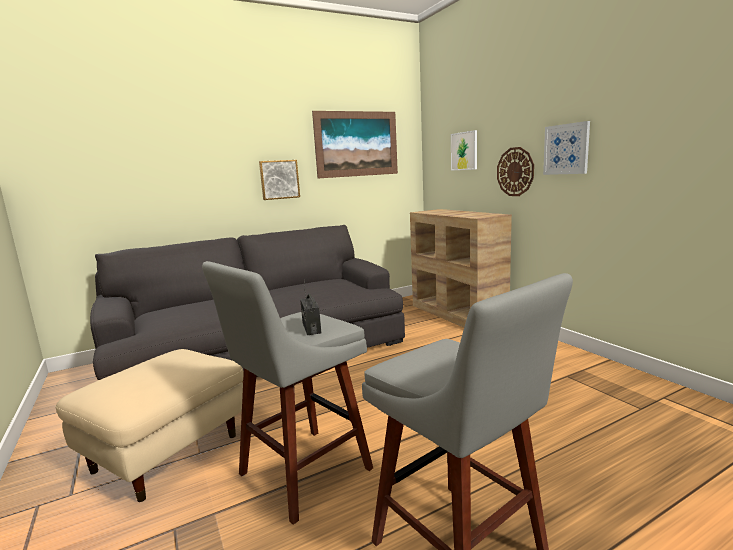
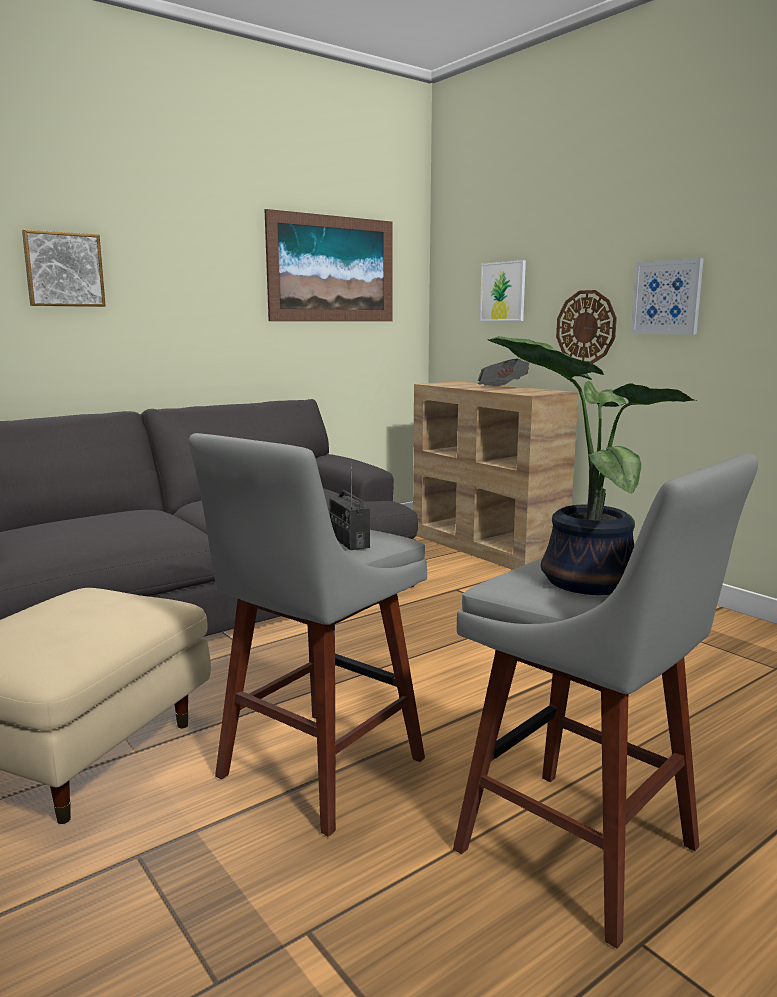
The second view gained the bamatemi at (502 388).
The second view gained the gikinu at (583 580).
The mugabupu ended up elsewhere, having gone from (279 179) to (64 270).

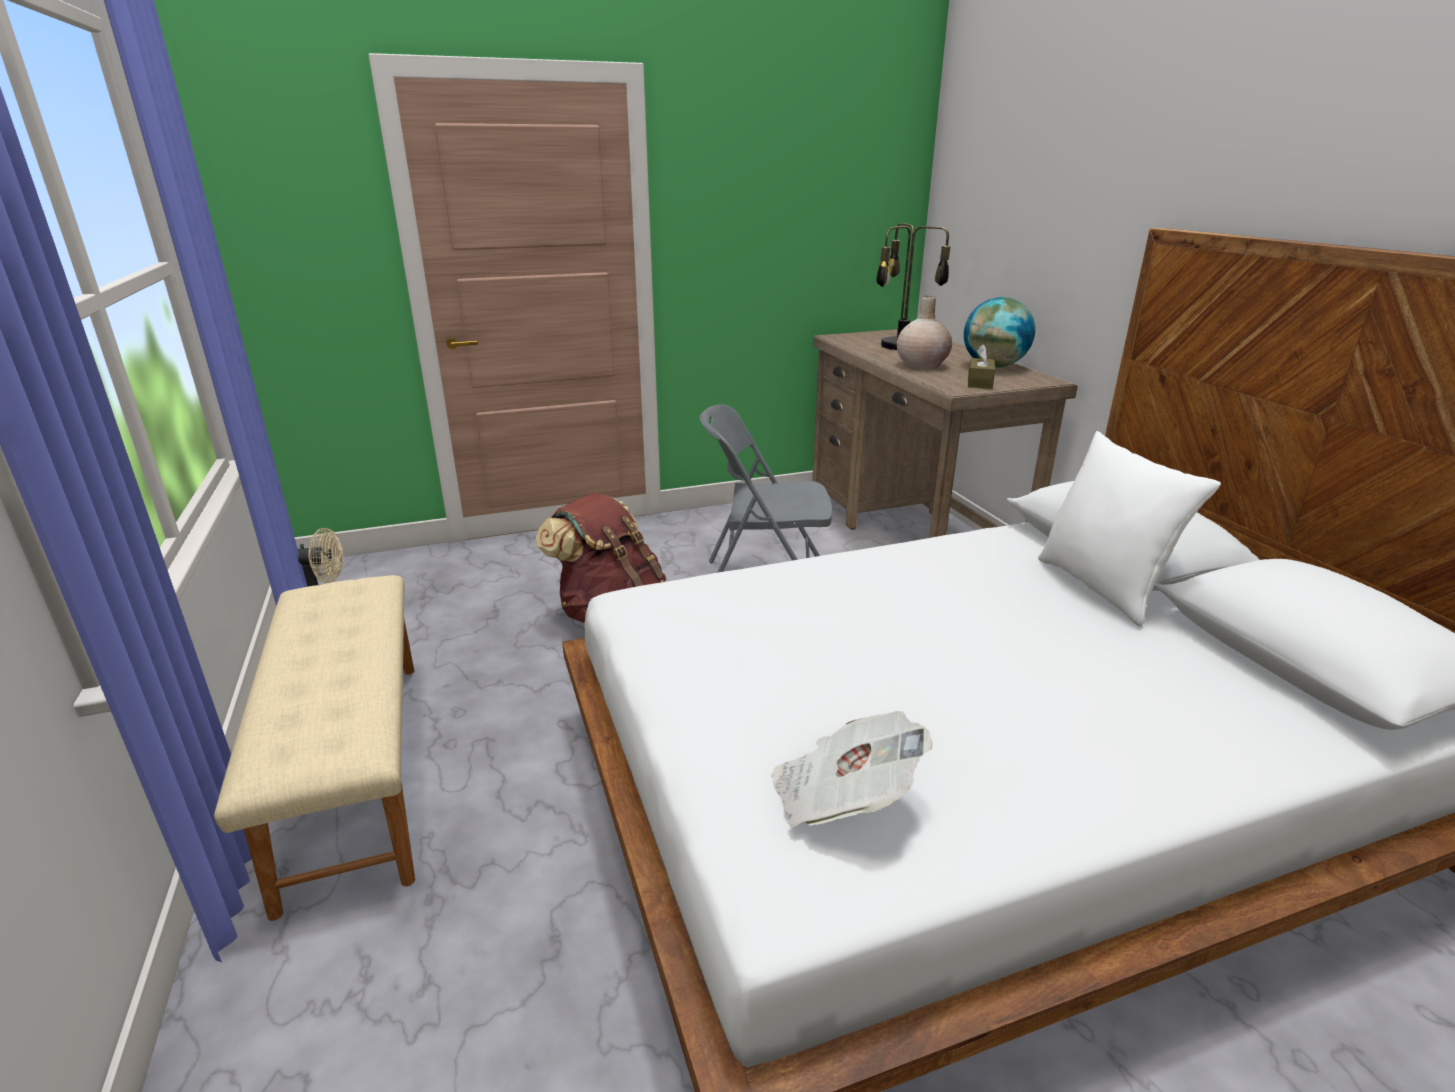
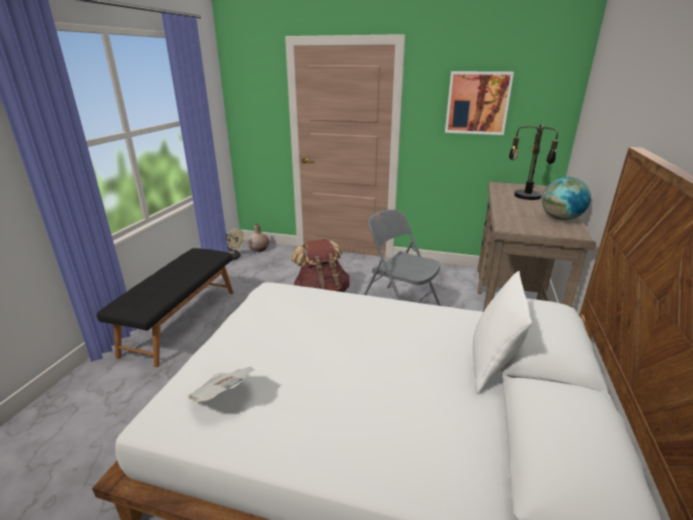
The second view lost the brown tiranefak at (980 382).
The second view gained the mugabupu at (477 103).
The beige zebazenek ended up elsewhere, having gone from (921 365) to (259 249).
What was the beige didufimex at (352 770) turned into the black didufimex at (181 321).

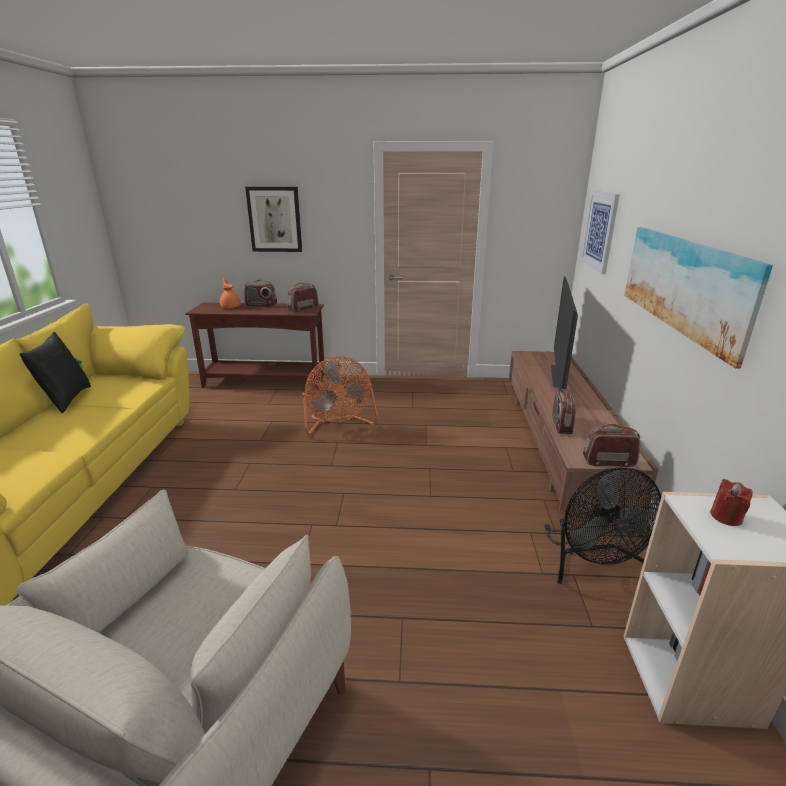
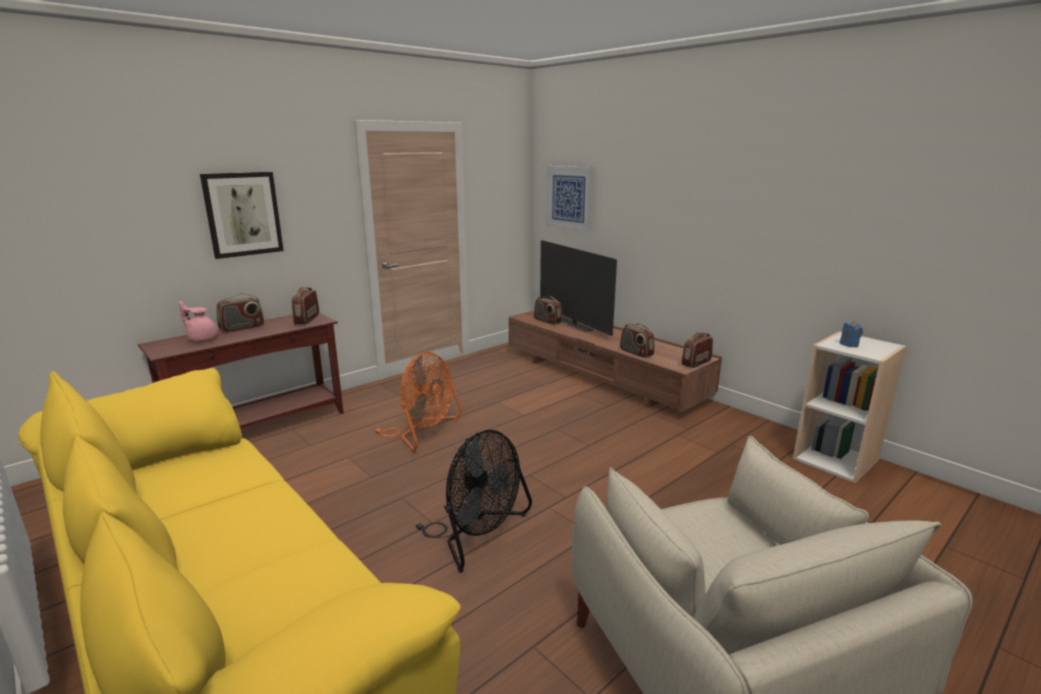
The second view lost the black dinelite at (67 400).
The second view lost the mugabupu at (685 284).
The second view gained the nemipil at (547 321).
The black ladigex ended up elsewhere, having gone from (592 561) to (475 535).
What was the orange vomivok at (231 307) turned into the pink vomivok at (202 338).
What was the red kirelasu at (726 517) turned into the blue kirelasu at (849 344).

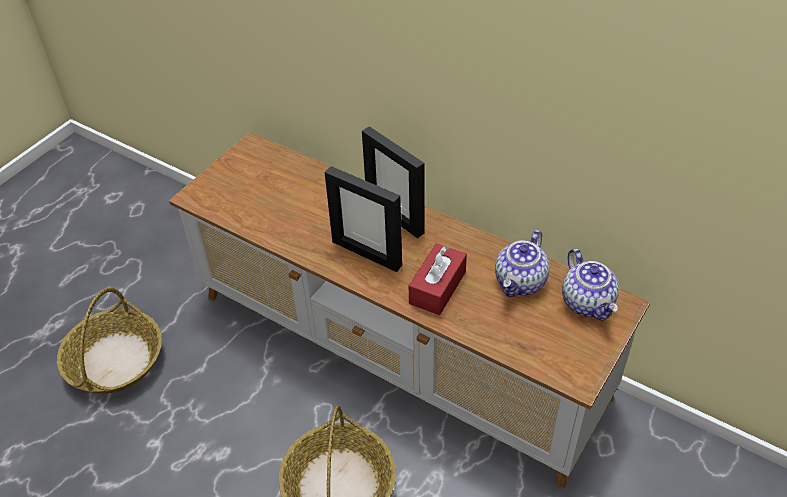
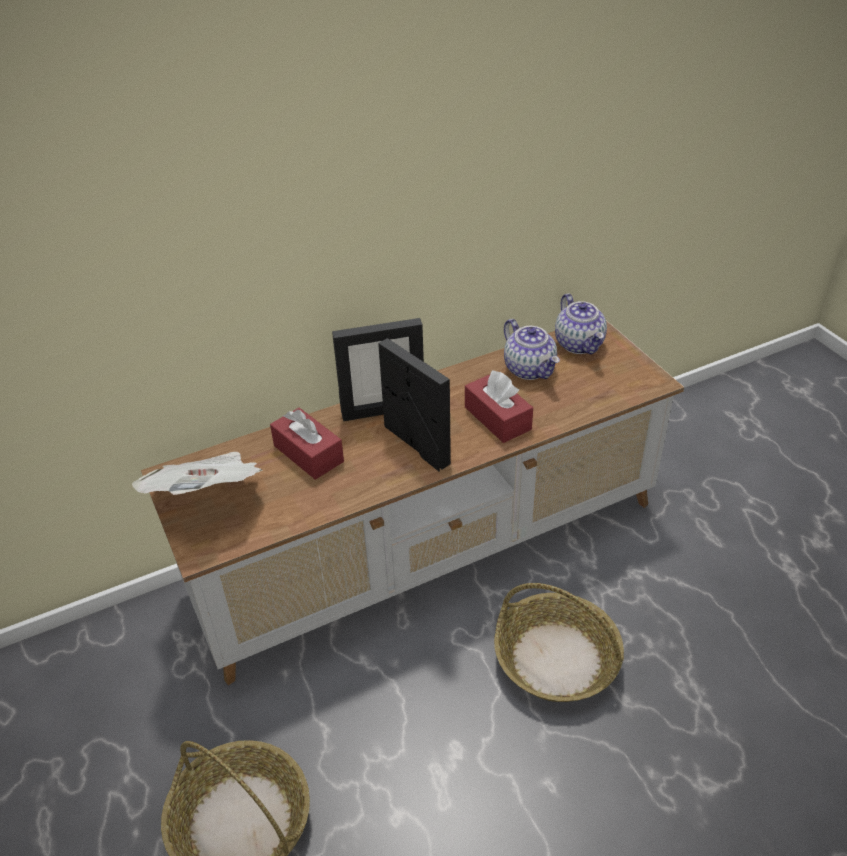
The second view gained the bamatemi at (208 496).
The second view gained the red tiranefak at (308 453).
The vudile at (367 252) ended up facing another way, 105 degrees counterclockwise from before.
The vomivok at (588 303) ended up facing another way, 60 degrees clockwise from before.

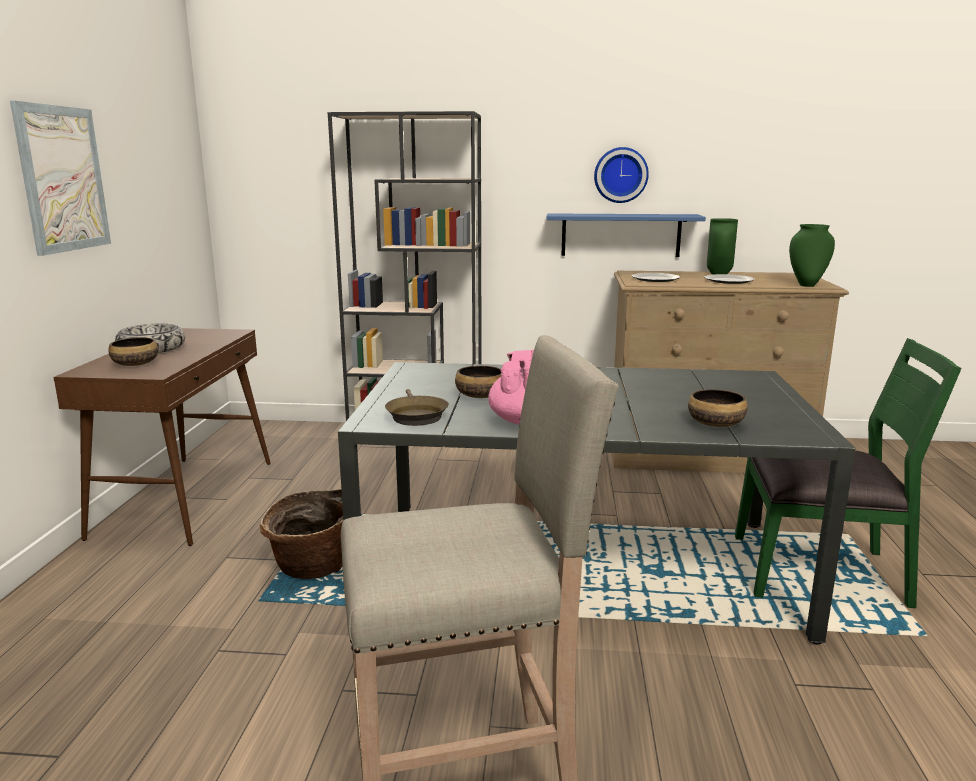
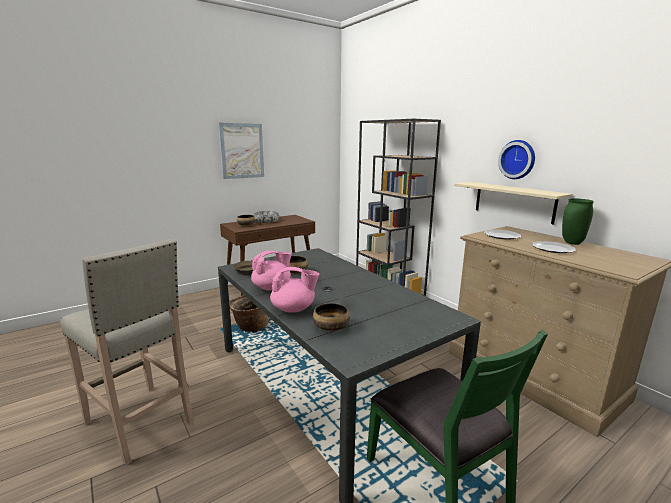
The second view lost the green zebazenek at (807 285).
The second view gained the pink vomivok at (294 309).
What was the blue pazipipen at (620 235) turned into the beige pazipipen at (513 202).

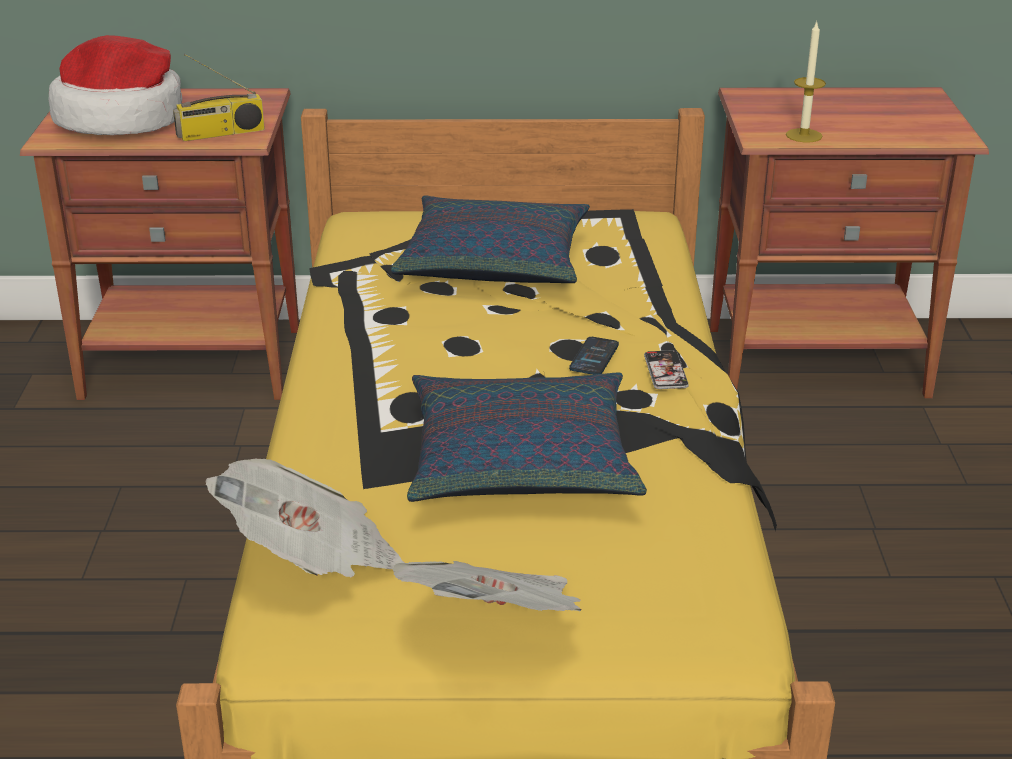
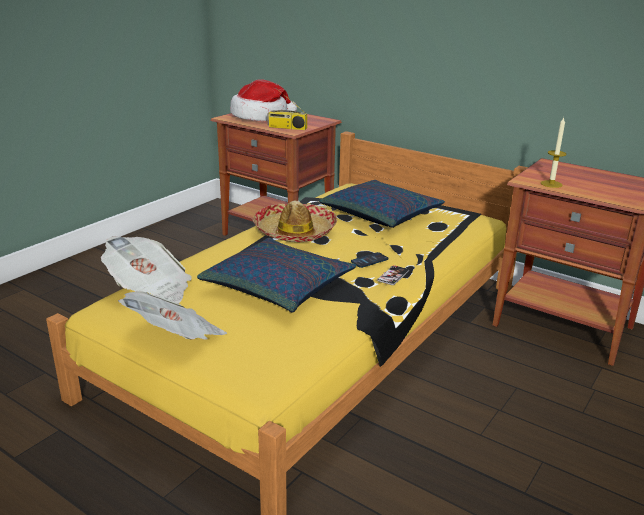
The second view gained the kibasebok at (295 232).

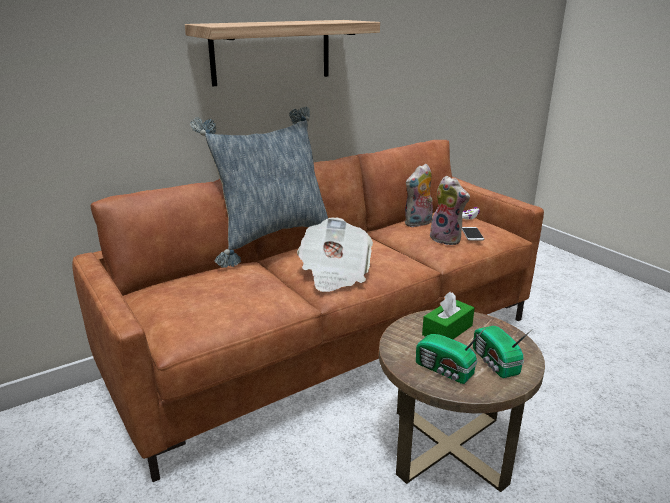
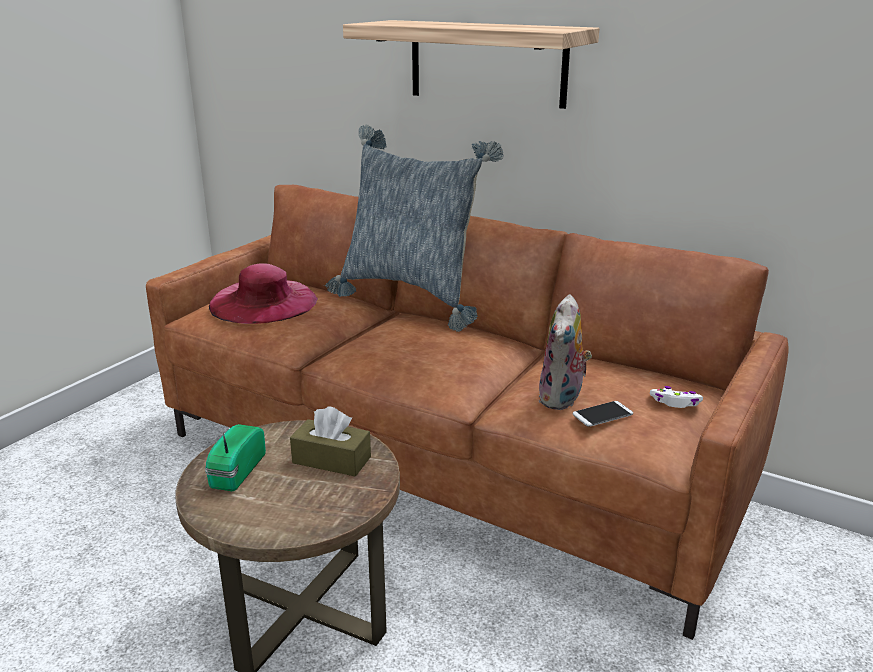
The second view lost the bamatemi at (334 273).
The second view lost the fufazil at (418 224).
The second view lost the nemipil at (495 363).
The second view gained the pink kibasebok at (263 301).
What was the green tiranefak at (447 330) turned into the brown tiranefak at (331 460).

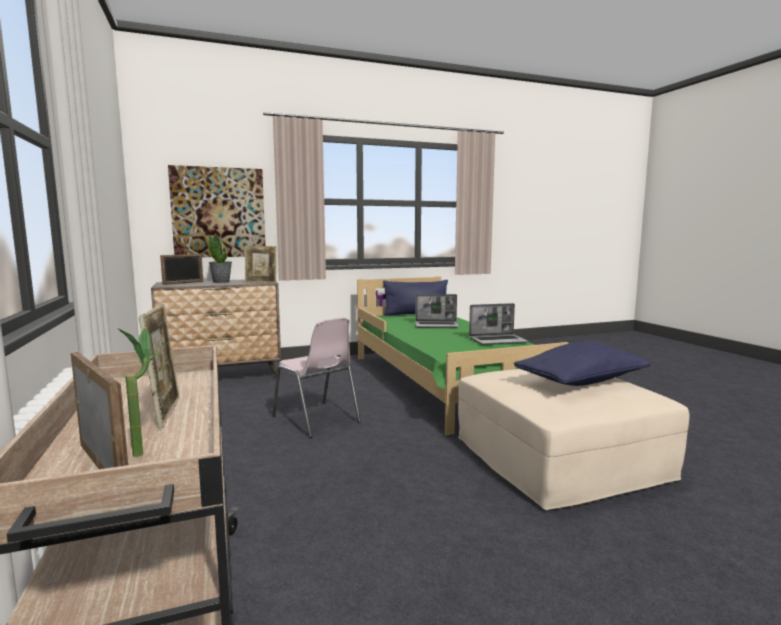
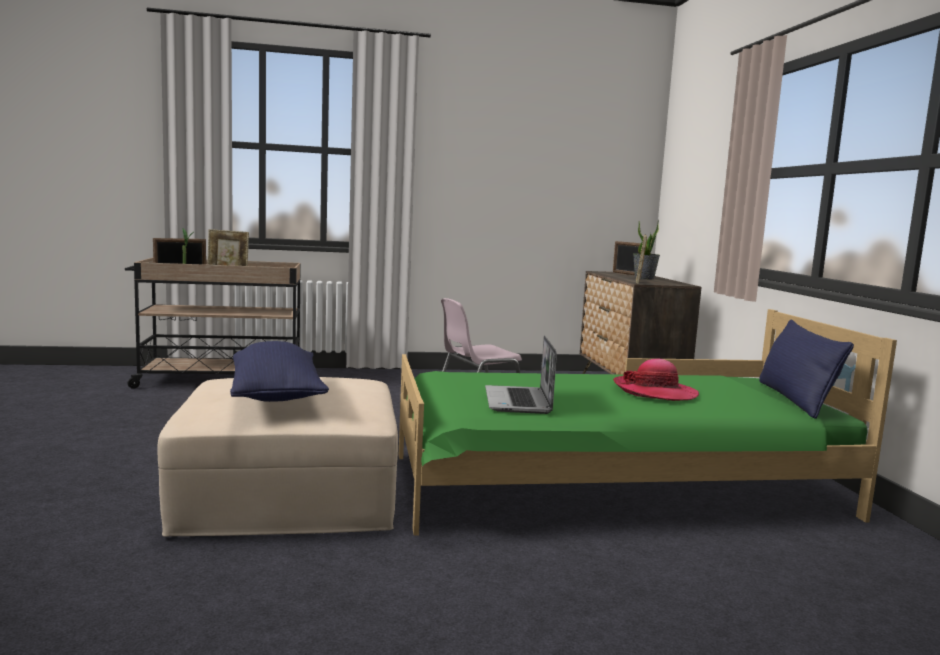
The second view lost the mugabupu at (219 212).
Where the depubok stood at (437 325), the kibasebok came to stand at (655 392).

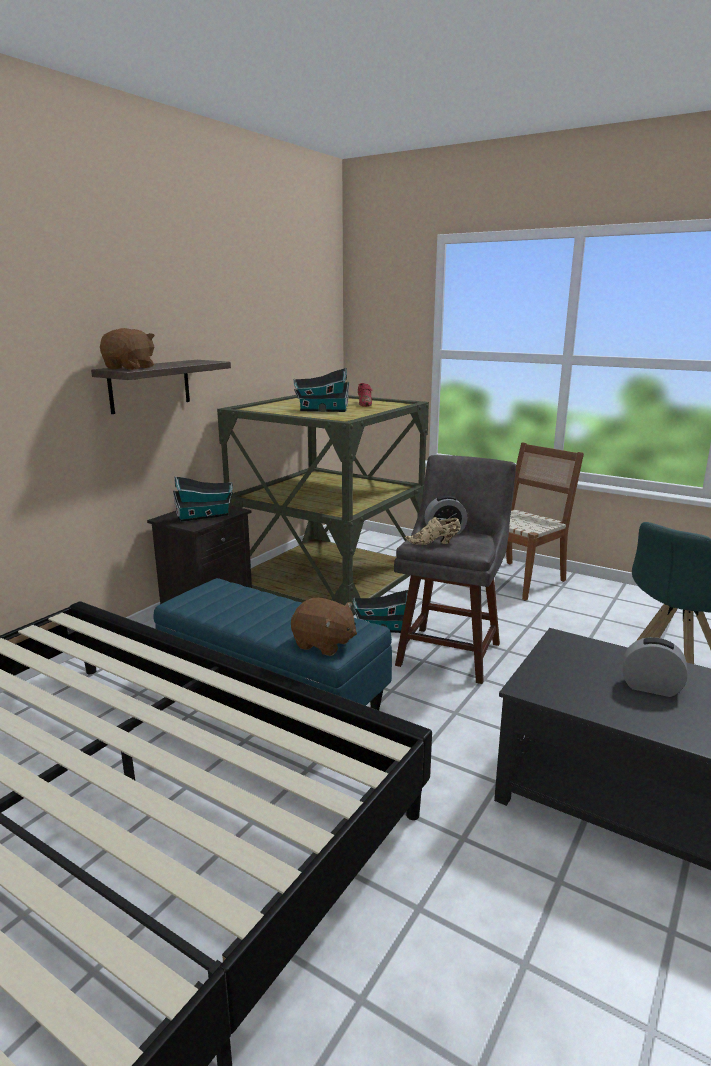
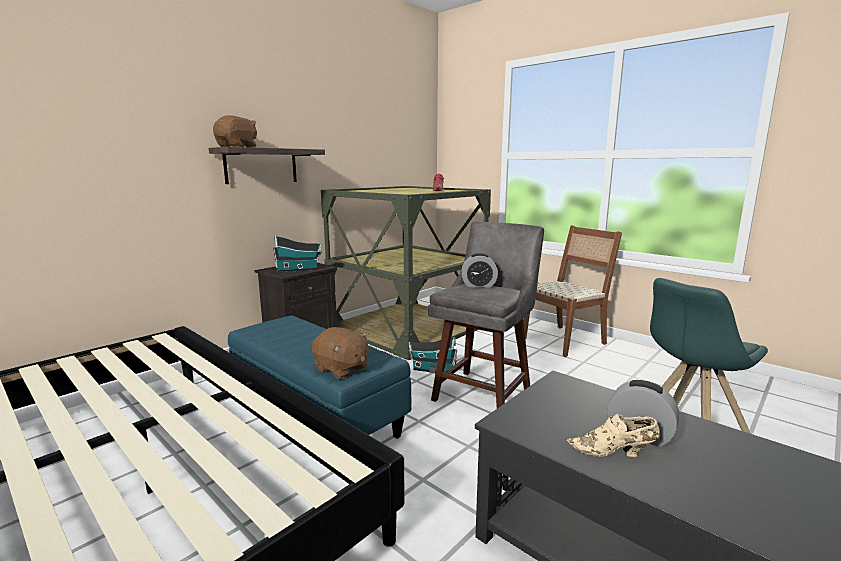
The second view lost the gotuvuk at (321 410).
The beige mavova ended up elsewhere, having gone from (434 543) to (614 452).

